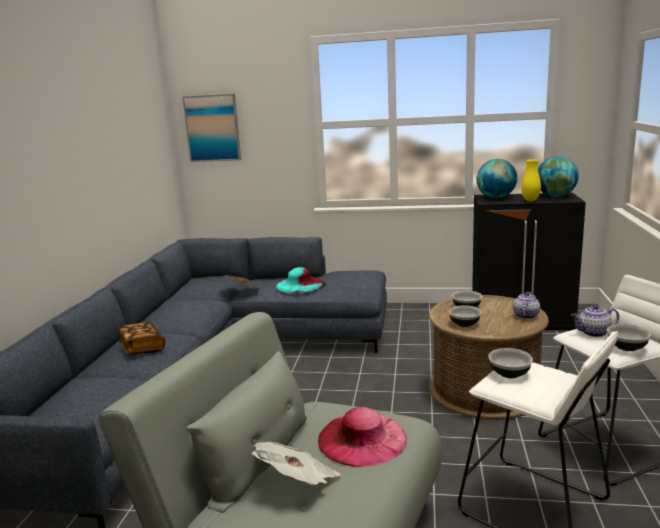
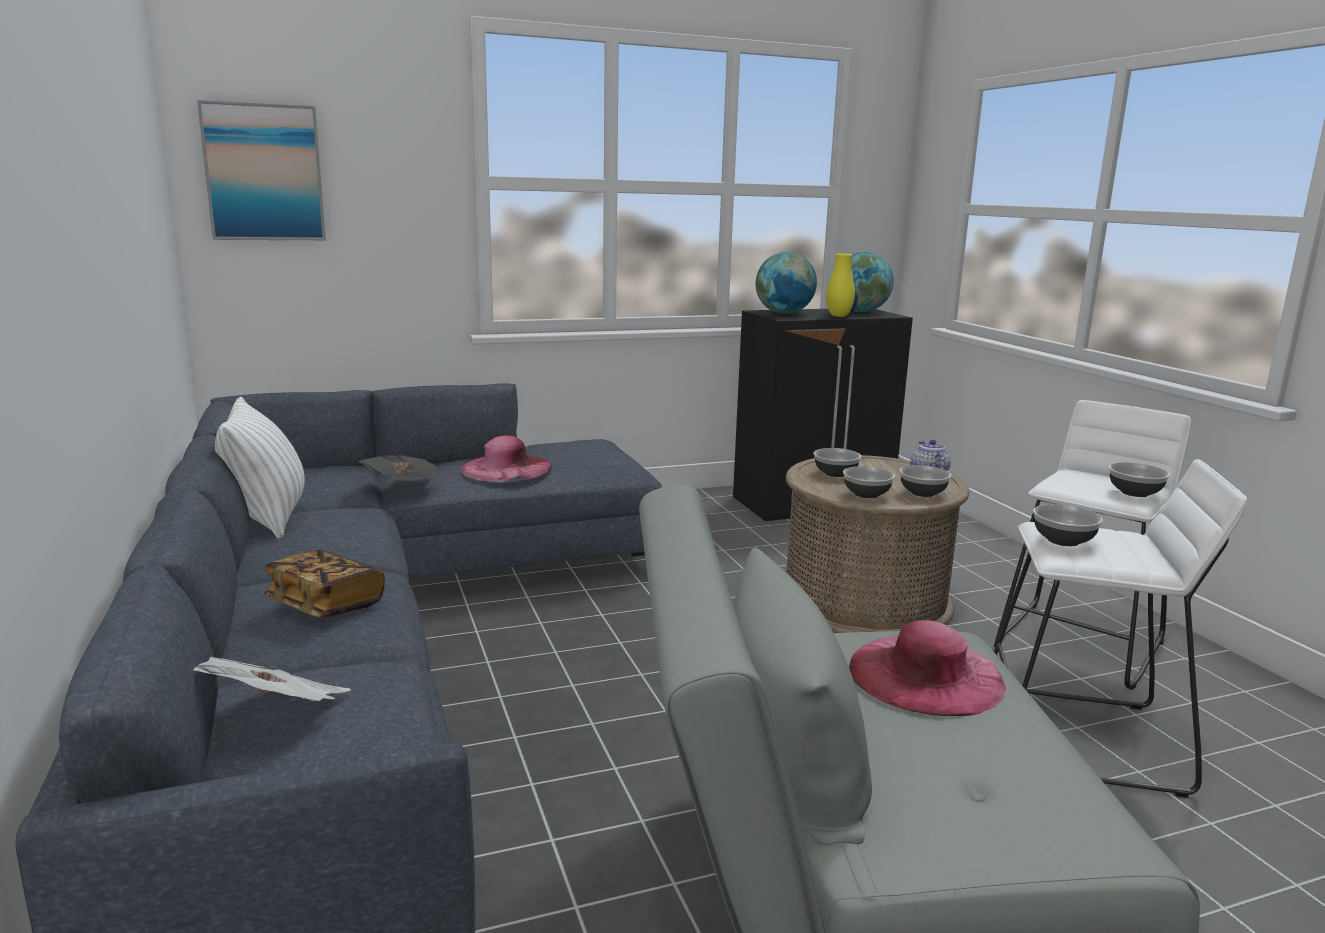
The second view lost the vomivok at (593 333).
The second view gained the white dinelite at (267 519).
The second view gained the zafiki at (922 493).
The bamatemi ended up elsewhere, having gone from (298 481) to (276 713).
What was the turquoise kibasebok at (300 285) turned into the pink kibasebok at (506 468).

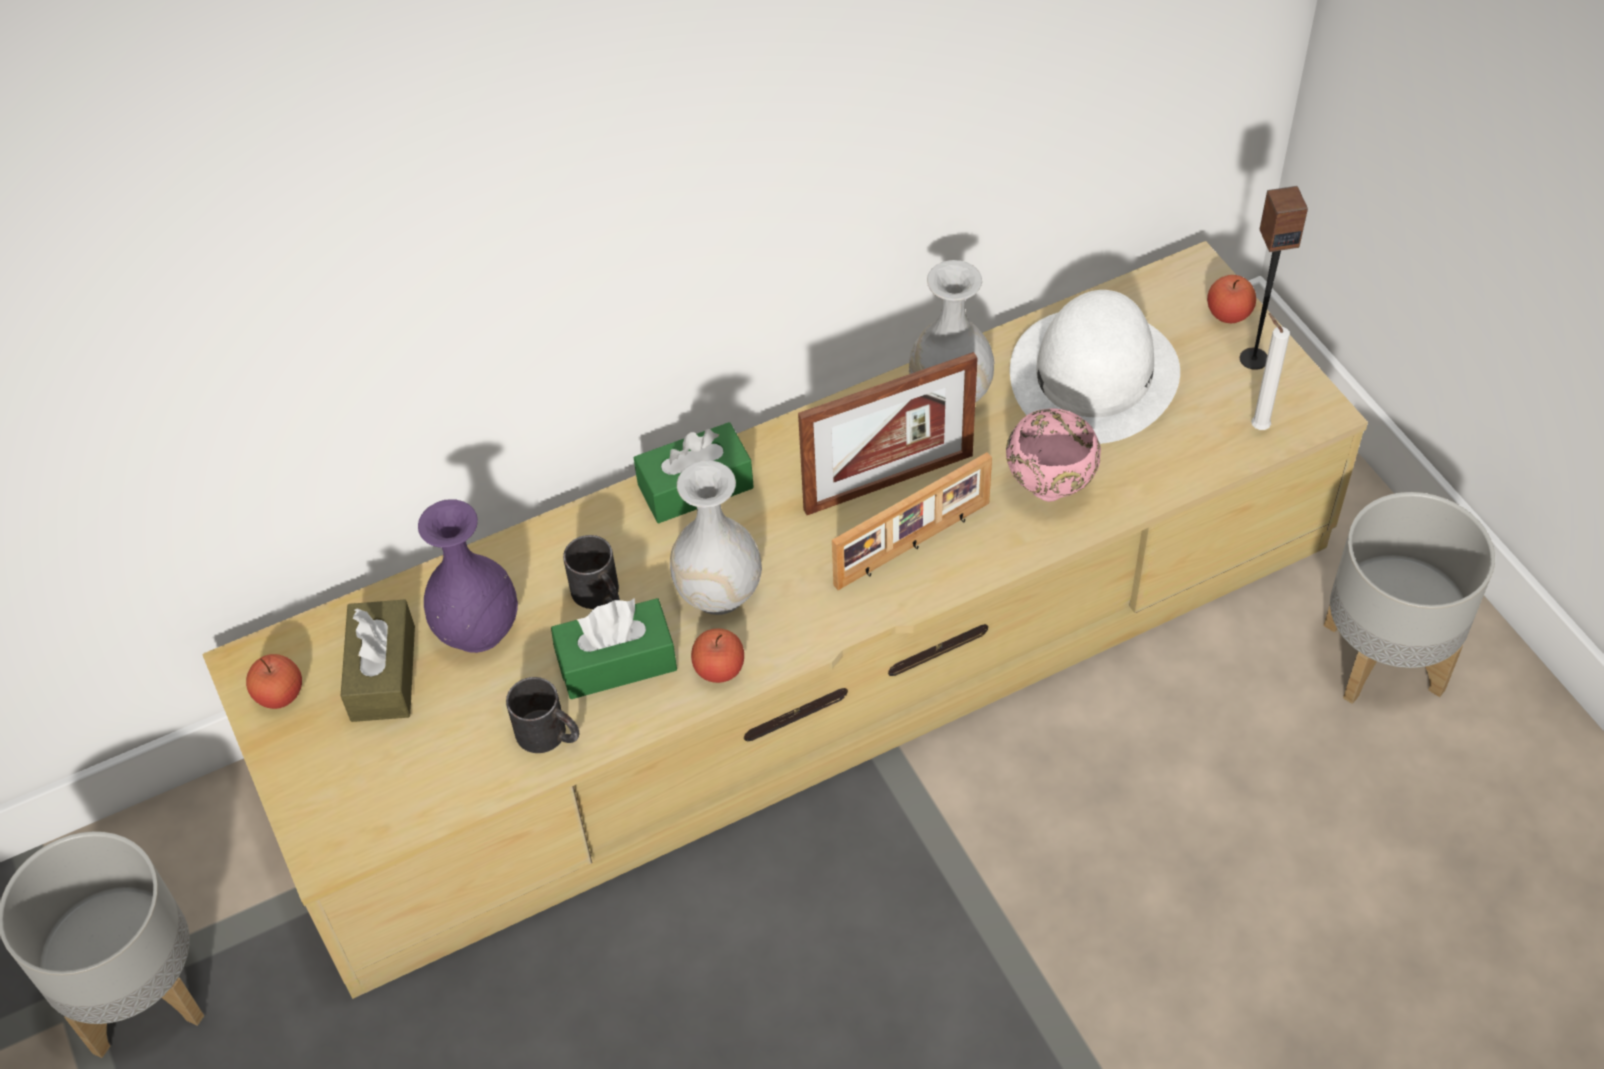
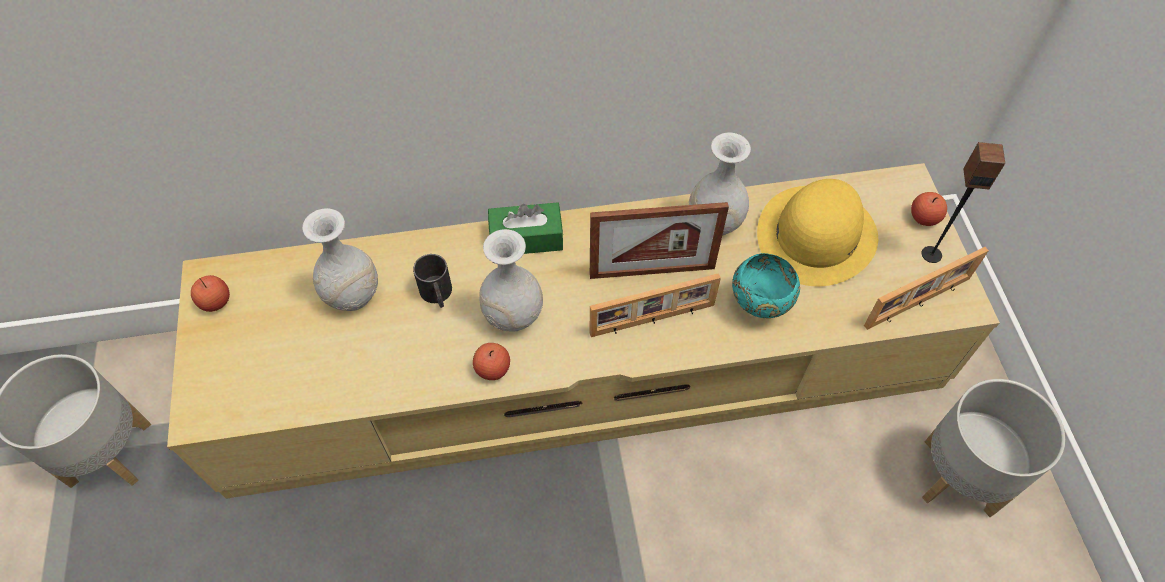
The second view lost the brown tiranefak at (383 673).
The second view lost the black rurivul at (550 735).
The second view lost the green tiranefak at (617 662).
Where the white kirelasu stood at (1257 426), the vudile came to stand at (918 303).
What was the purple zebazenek at (479 630) turned into the white zebazenek at (353 295).
What was the pink zafiki at (1051 488) turned into the turquoise zafiki at (760 307).
What was the white kibasebok at (1093 373) turned into the yellow kibasebok at (816 234).

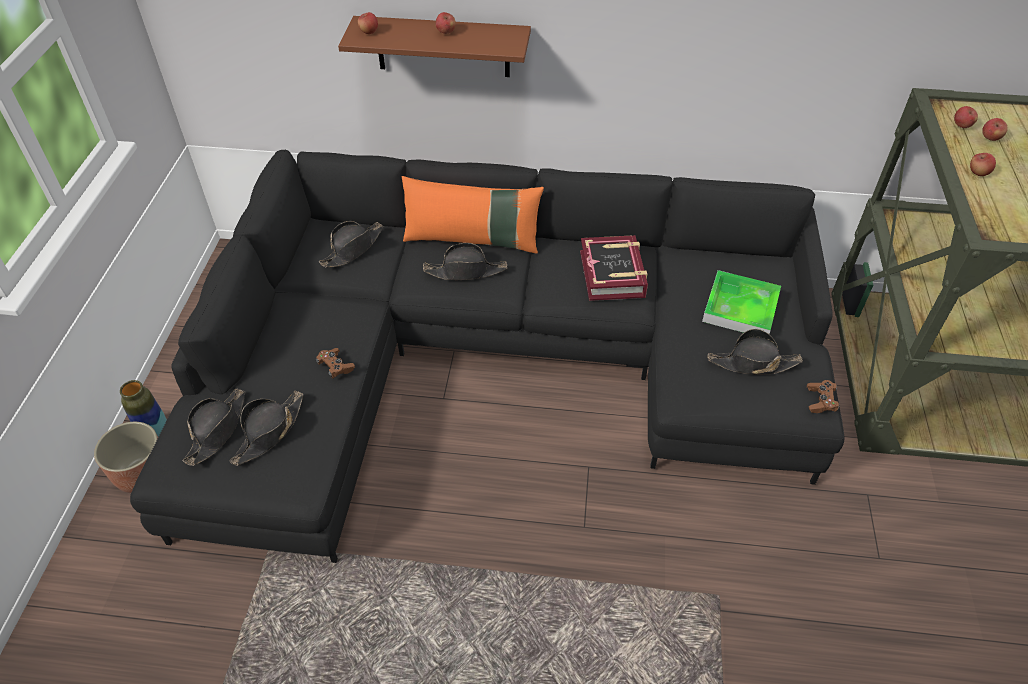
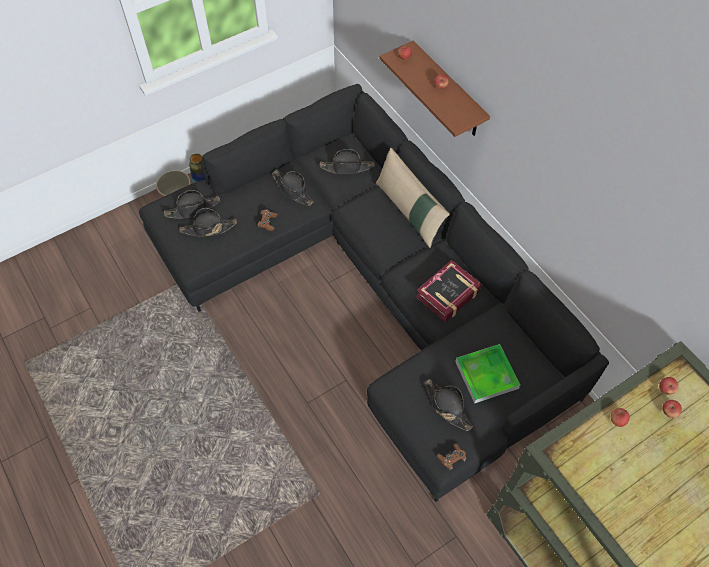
The black kibasebok ended up elsewhere, having gone from (466 271) to (293 190).
What was the orange dinelite at (472 240) turned into the beige dinelite at (409 212).

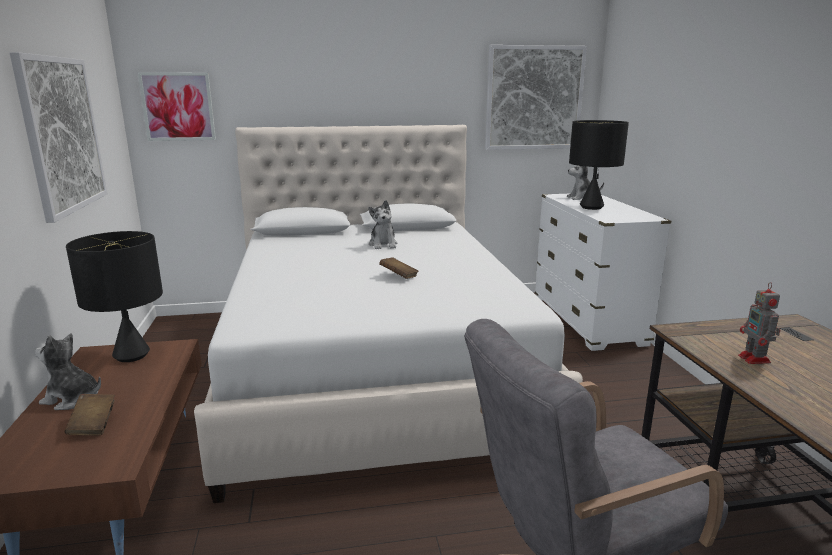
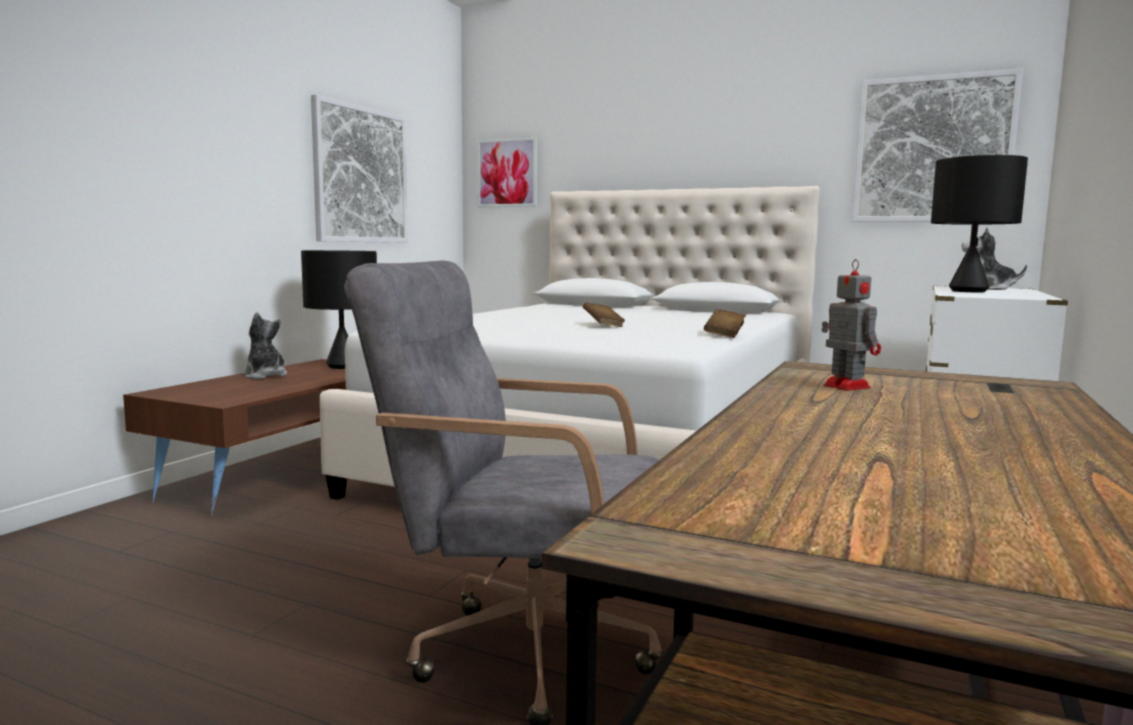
The second view lost the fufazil at (383 244).
The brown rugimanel ended up elsewhere, having gone from (93 425) to (724 335).
The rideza at (755 359) ended up facing another way, 120 degrees clockwise from before.

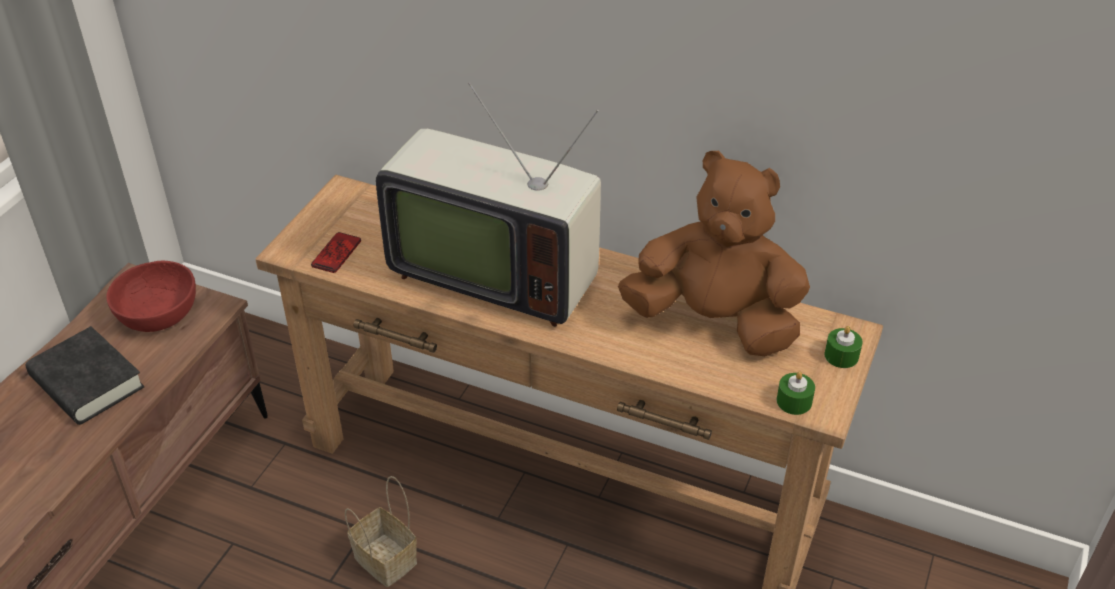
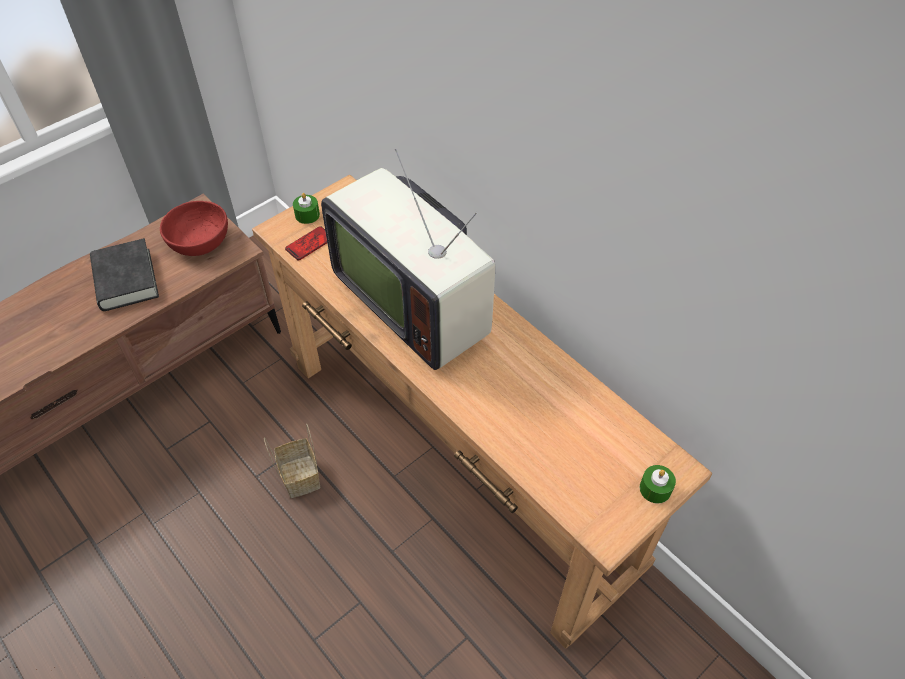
The second view lost the brown fufazil at (714 321).
The green kirelasu ended up elsewhere, having gone from (794 401) to (307 215).

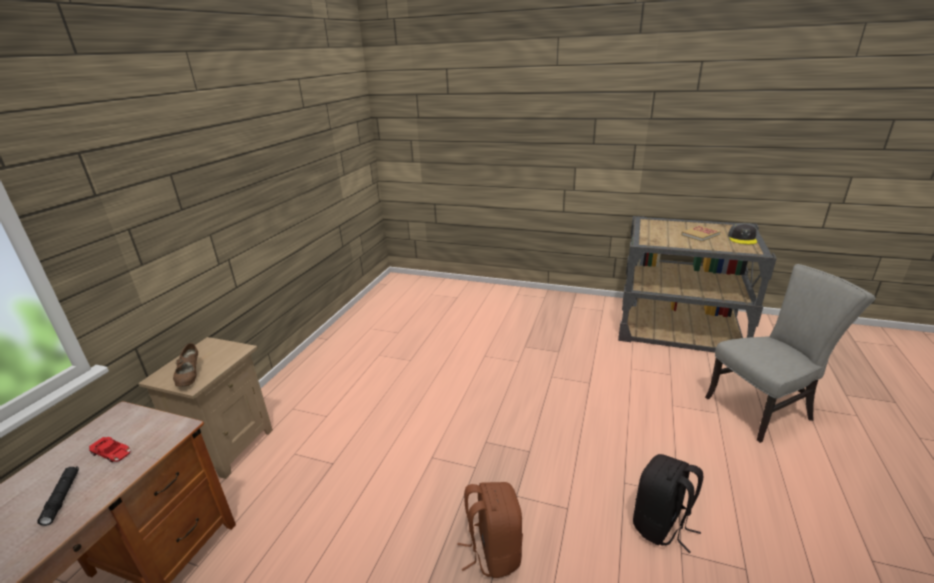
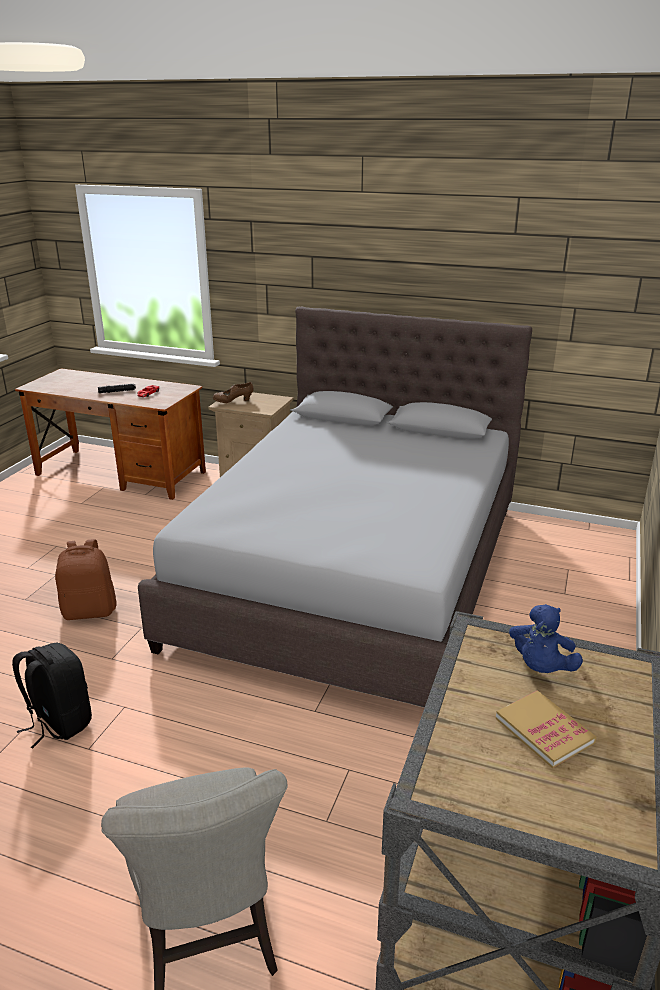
The second view lost the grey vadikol at (742 238).
The second view gained the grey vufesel at (355 572).
The second view gained the blue fufazil at (540 667).

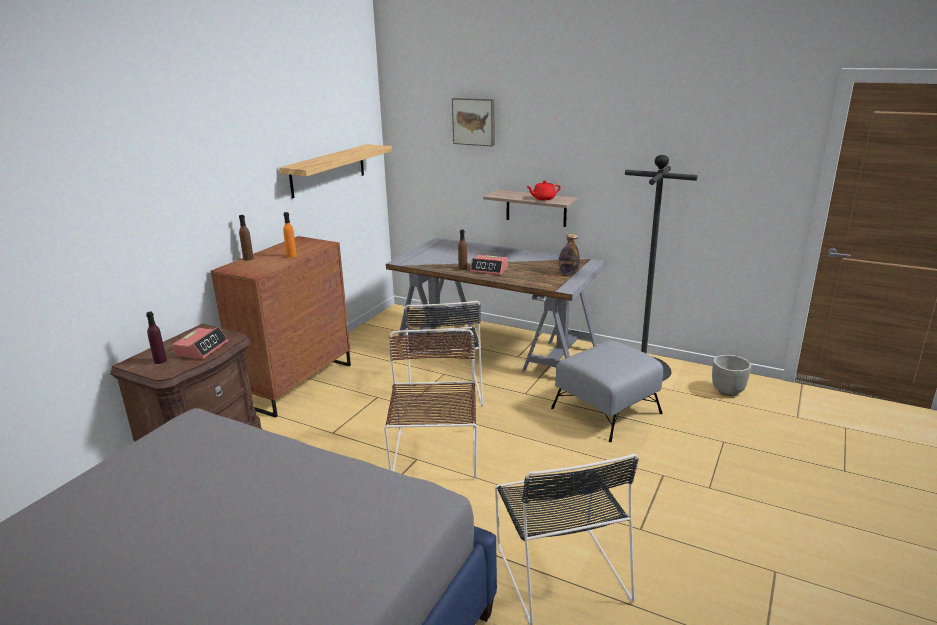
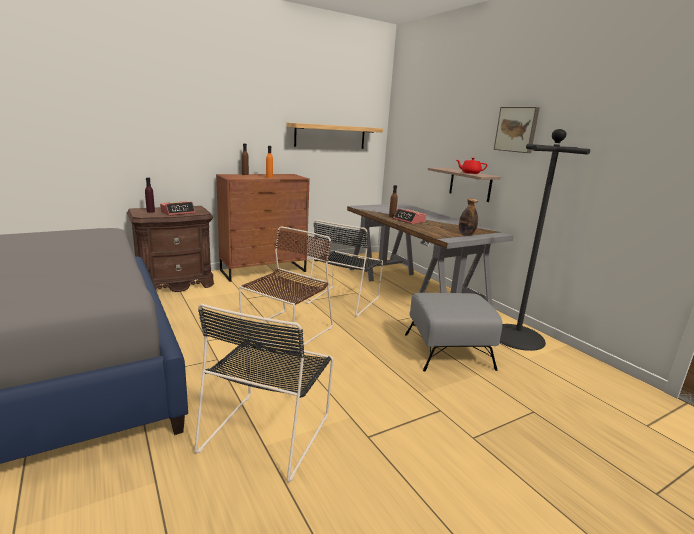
The second view lost the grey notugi at (727 391).
The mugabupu ended up elsewhere, having gone from (474 121) to (517 129).

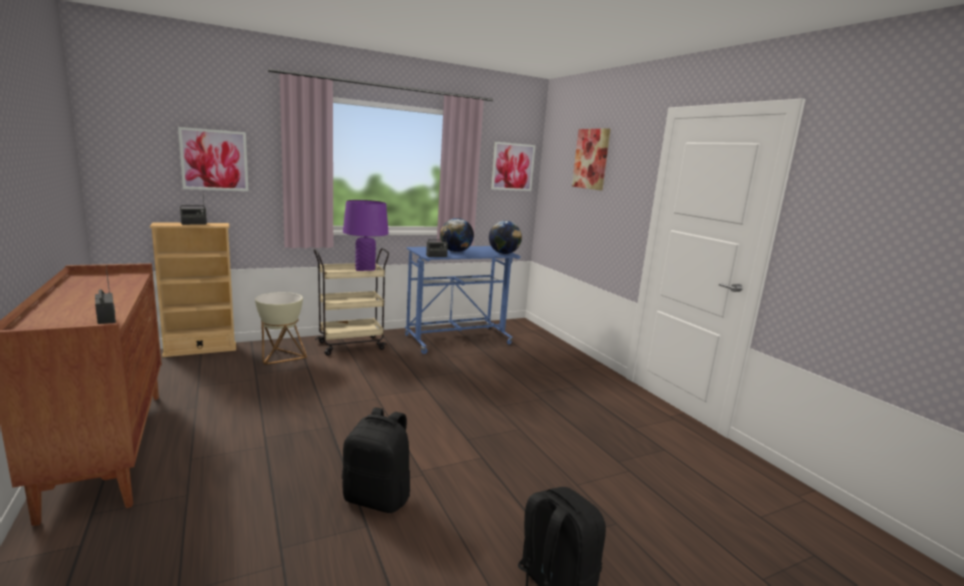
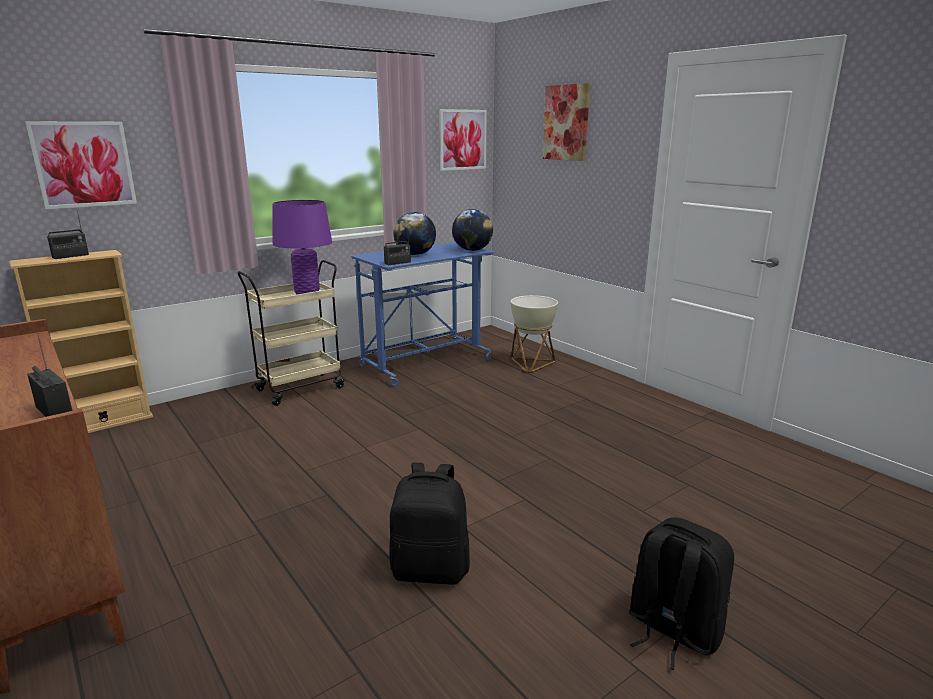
The notugi ended up elsewhere, having gone from (281 357) to (531 365).

